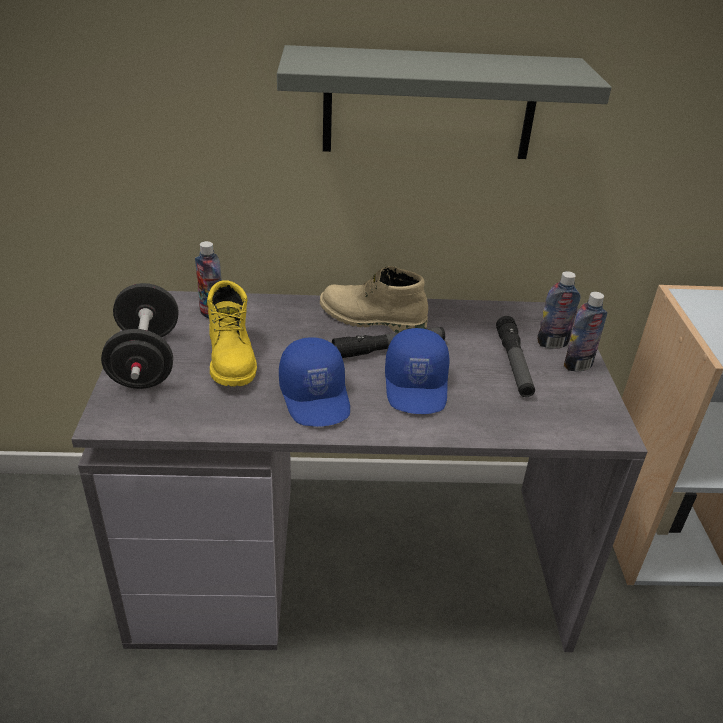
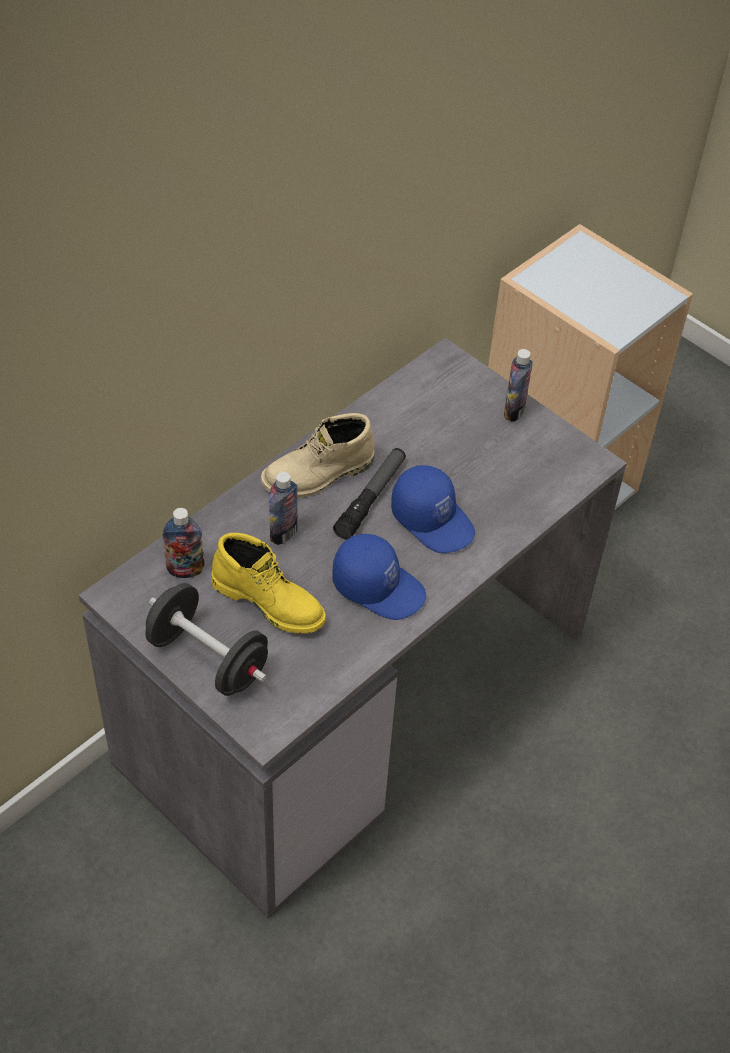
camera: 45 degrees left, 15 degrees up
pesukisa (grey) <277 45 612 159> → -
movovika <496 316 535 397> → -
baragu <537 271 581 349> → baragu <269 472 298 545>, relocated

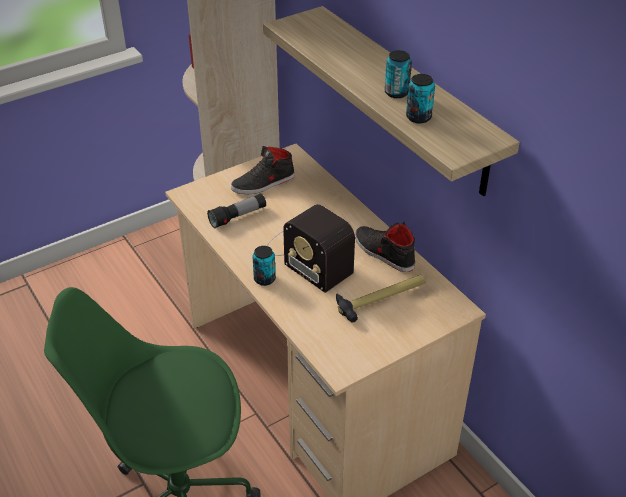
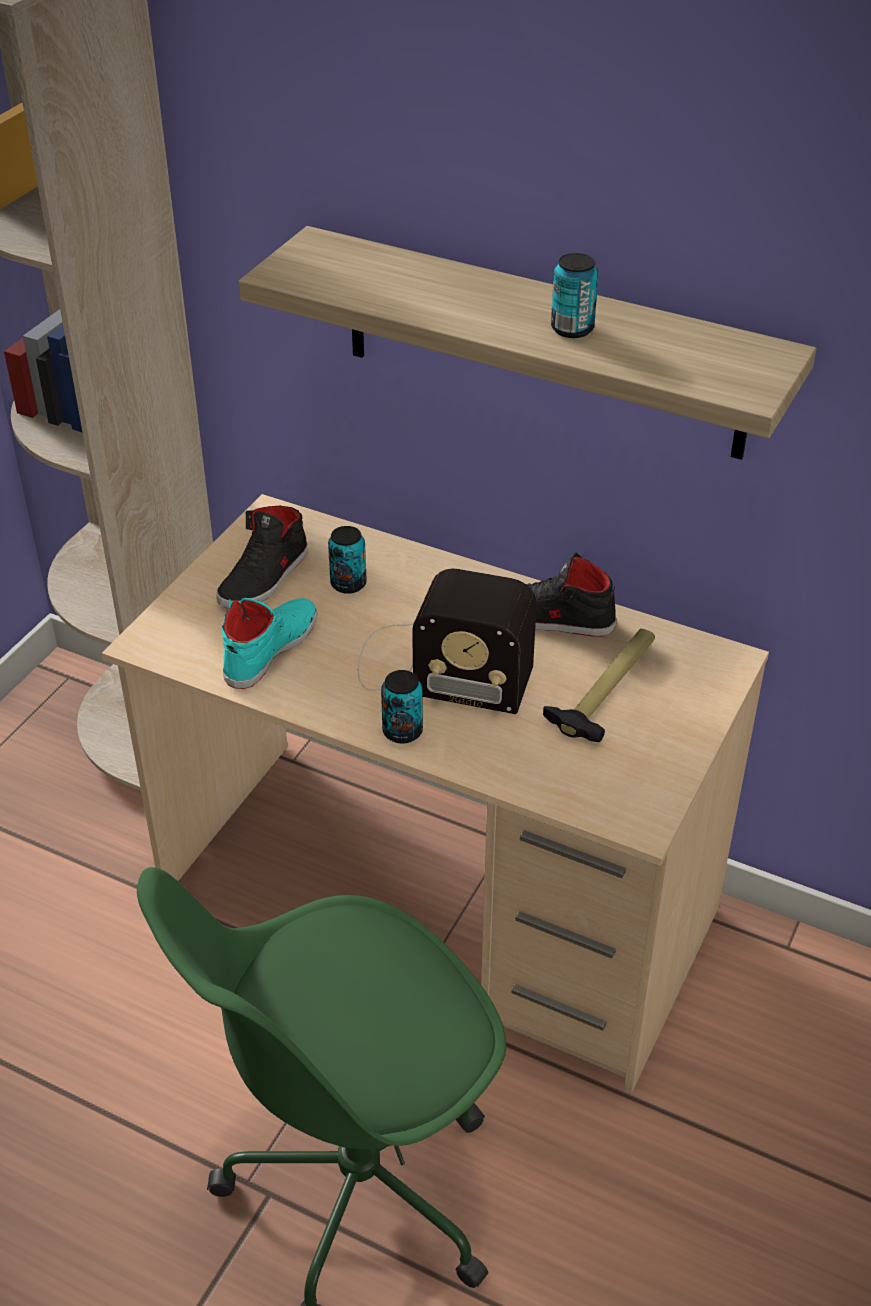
camera: 30 degrees left, 0 degrees up
movovika <207 193 266 229> → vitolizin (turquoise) <222 598 317 689>
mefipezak <406 74 435 123> → mefipezak <328 526 367 594>, relocated

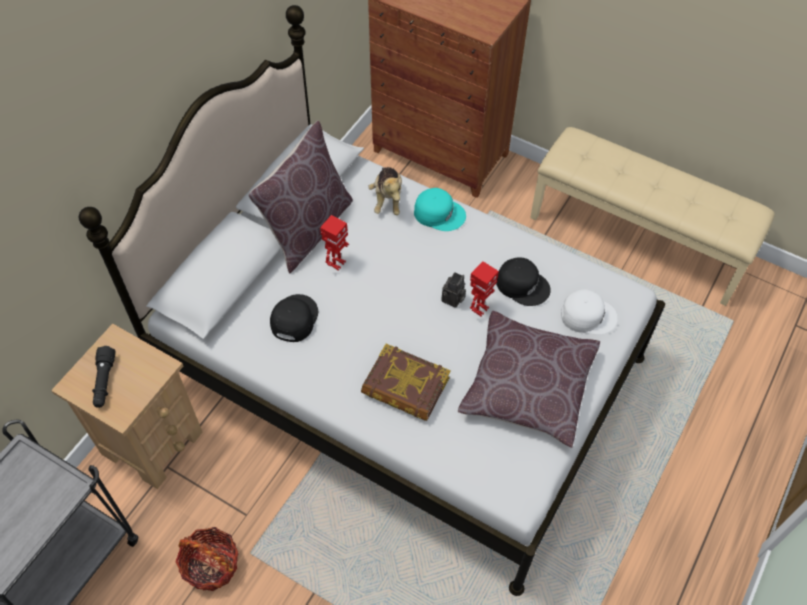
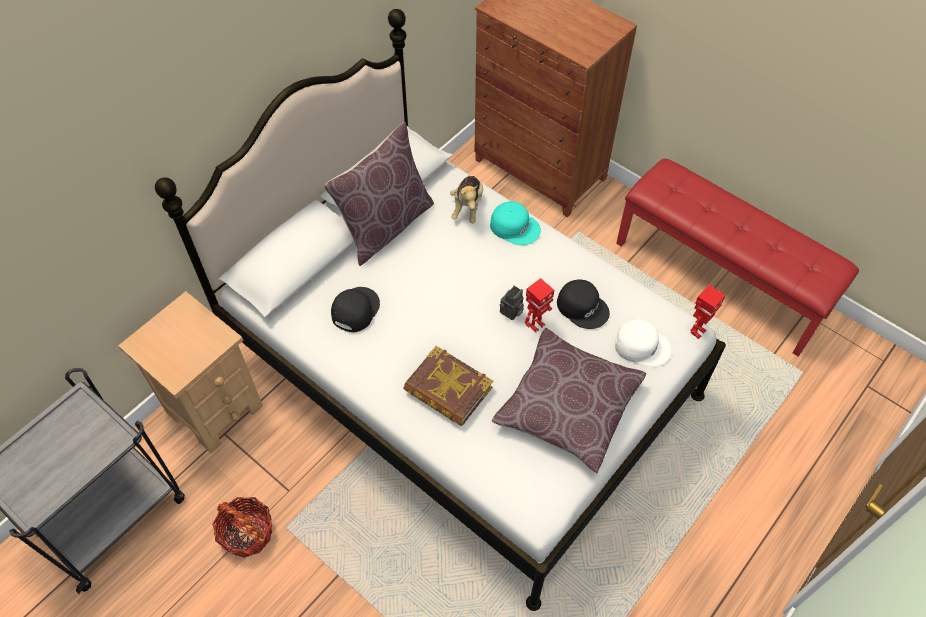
camera: 10 degrees right, 0 degrees up
movovika (black) <92 346 115 408> → -
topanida <320 215 349 271> → topanida <690 285 726 339>, relocated
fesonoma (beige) <530 127 775 306> → fesonoma (red) <616 159 859 356>

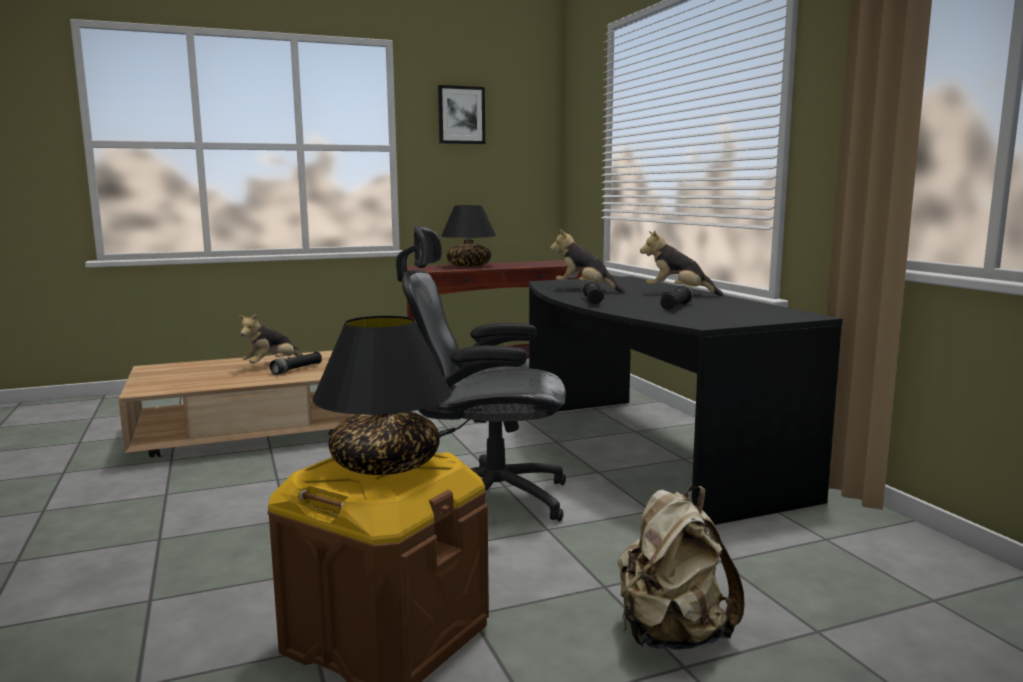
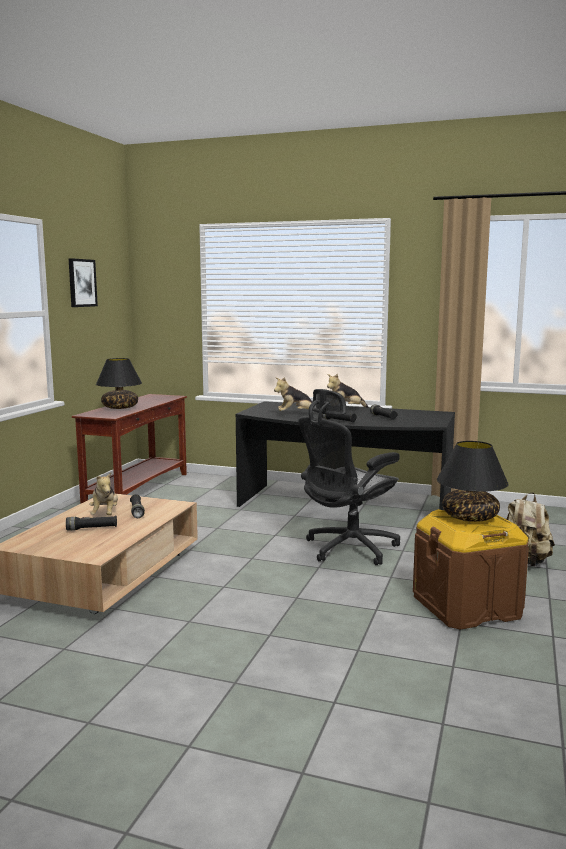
camera: 50 degrees left, 0 degrees up
- → movovika (black) <66 516 117 531>

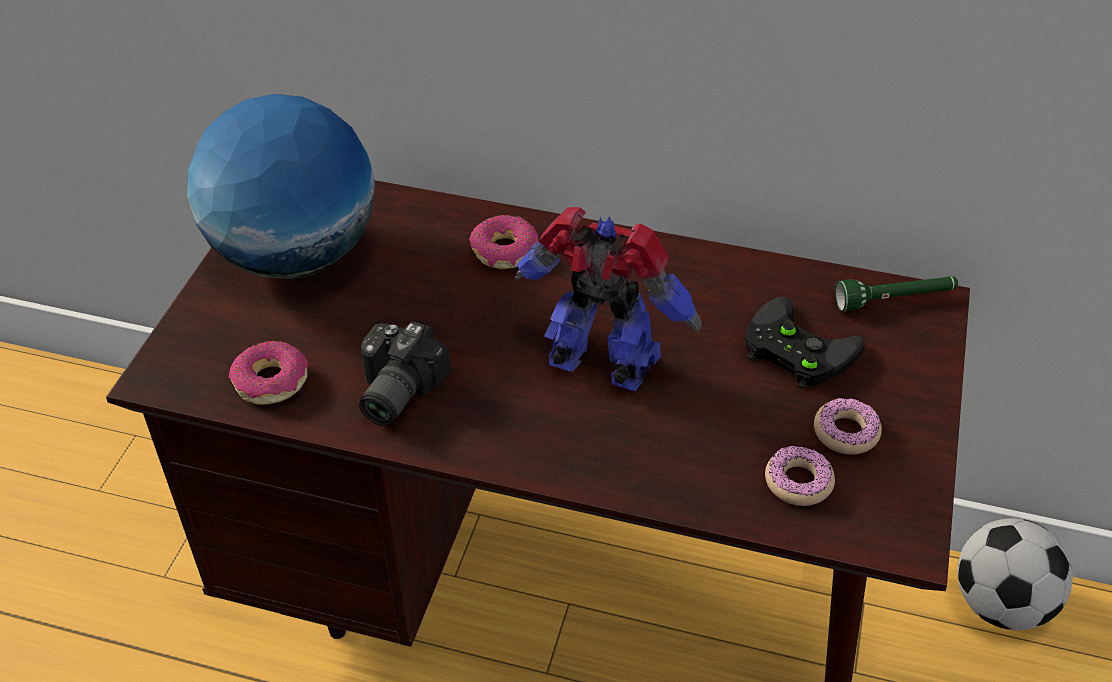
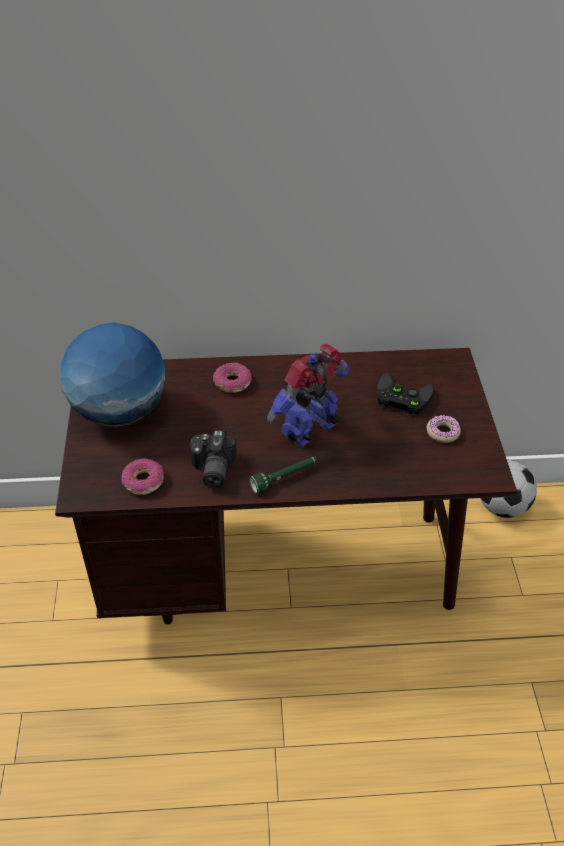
camera: 20 degrees left, 0 degrees up
topanida <515 207 702 391> → topanida <267 344 350 447>, 45 degrees counterclockwise
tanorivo <765 446 835 506> → -
movovika (green) <835 276 958 311> → movovika (green) <249 456 317 493>, relocated

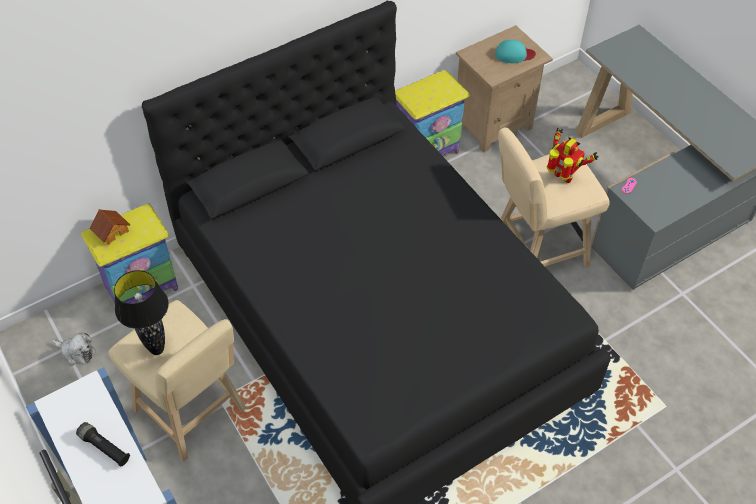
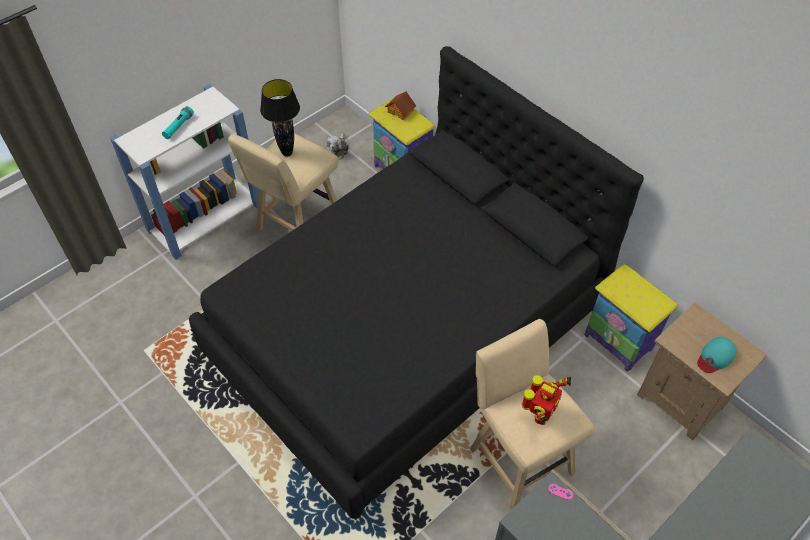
camera: 80 degrees right, 0 degrees up
movovika (black) <76 422 130 467> → movovika (turquoise) <162 106 194 139>
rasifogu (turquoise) <495 40 536 63> → rasifogu (turquoise) <697 337 737 373>, 60 degrees clockwise

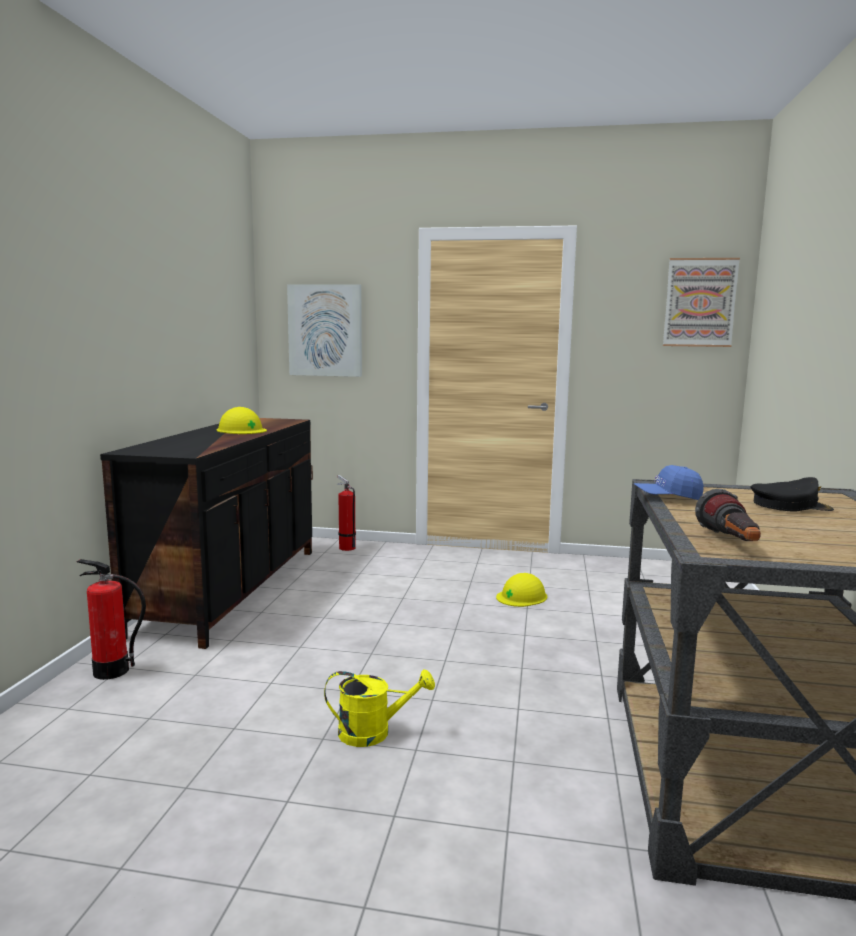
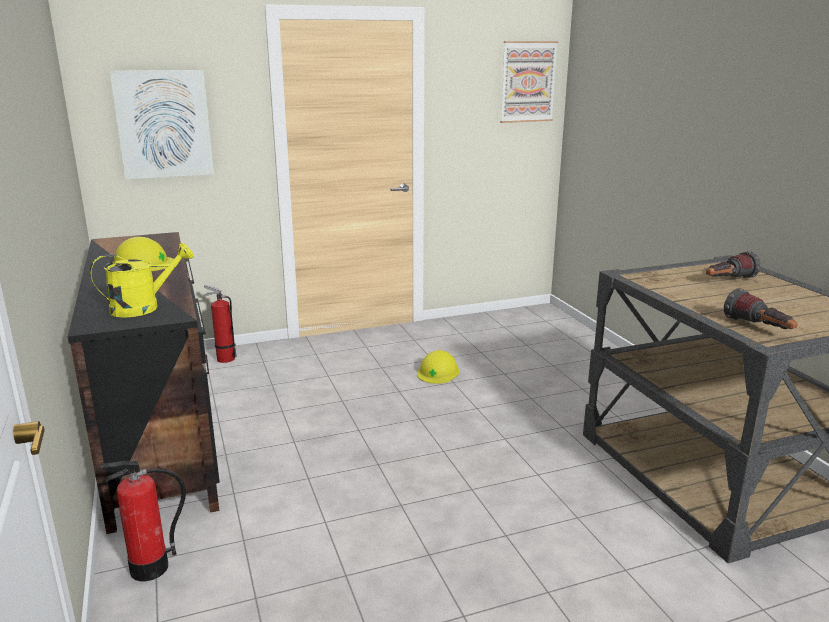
camera: 30 degrees left, 10 degrees up
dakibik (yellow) <324 669 435 747> → dakibik (yellow) <90 243 194 318>, relocated
rasifogu (blue) <634 465 704 500> → -
rasifogu (black) <751 477 834 512> → movovika <706 251 761 278>

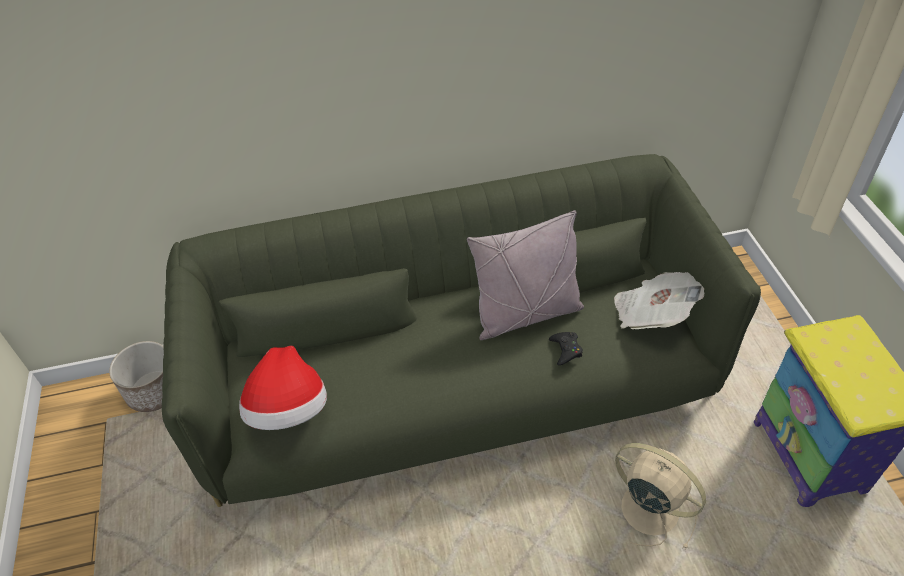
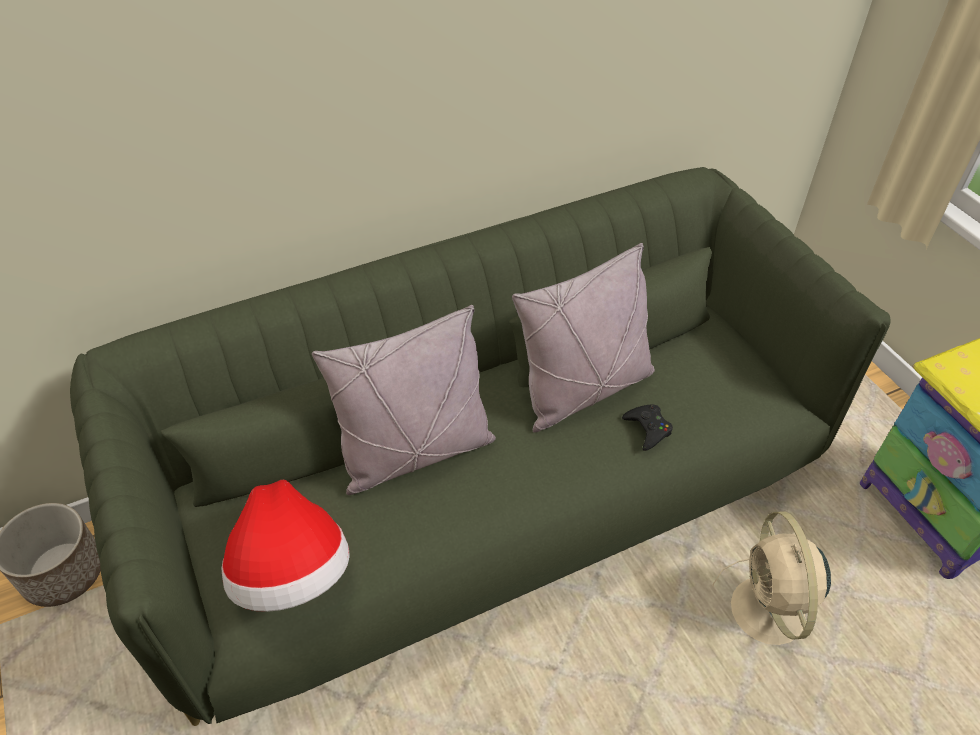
camera: 15 degrees left, 0 degrees up
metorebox <614 272 704 329> → -
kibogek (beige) <615 443 706 550> → kibogek (beige) <712 511 831 645>, 120 degrees counterclockwise
- → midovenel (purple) <312 305 496 495>

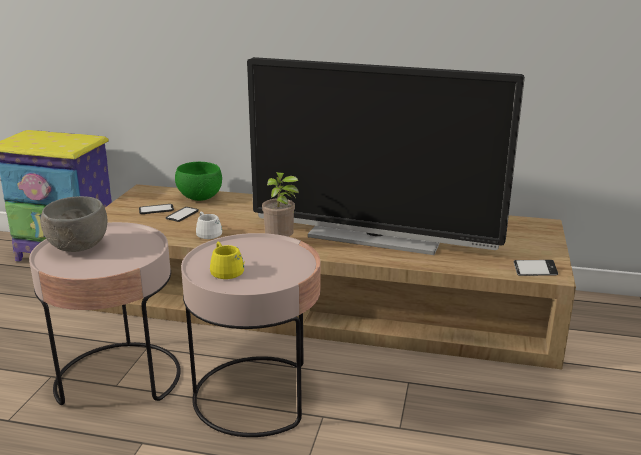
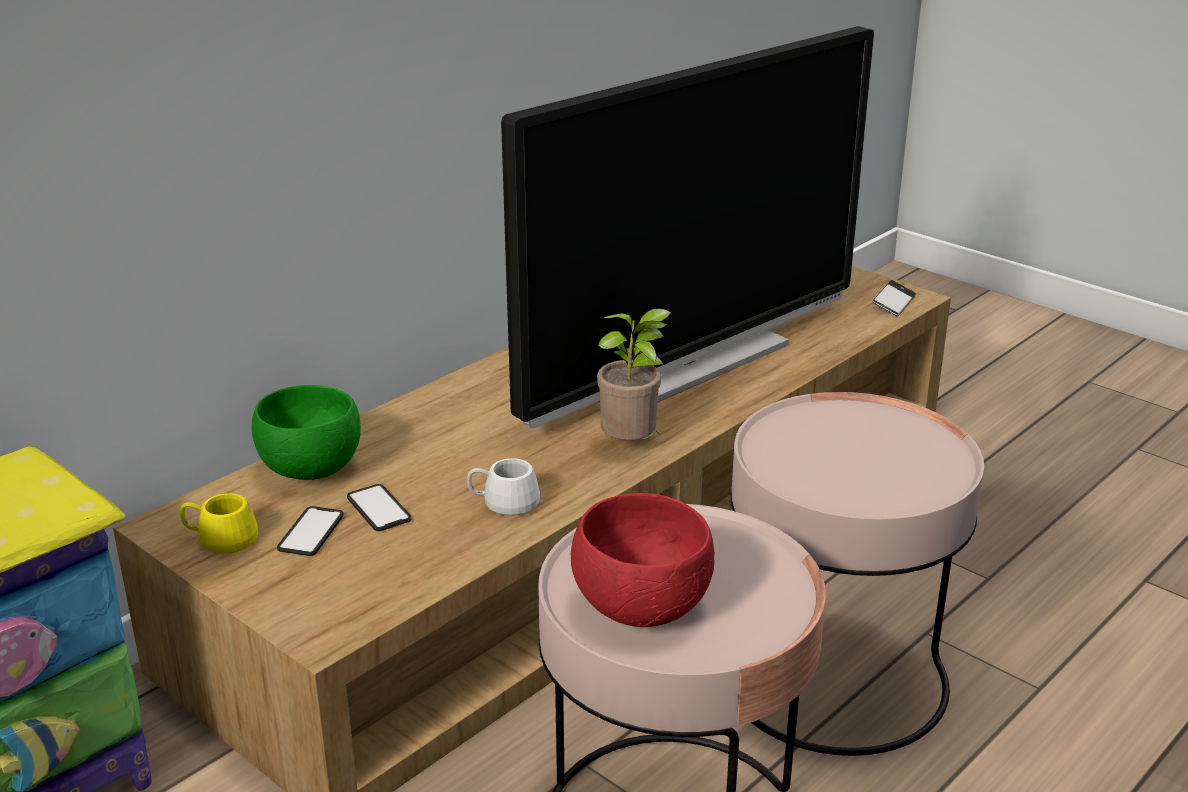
camera: 60 degrees left, 5 degrees up
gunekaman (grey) <40 196 107 252> → gunekaman (red) <571 493 714 627>
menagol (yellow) <210 242 245 279> → menagol (yellow) <180 493 258 554>, relocated

